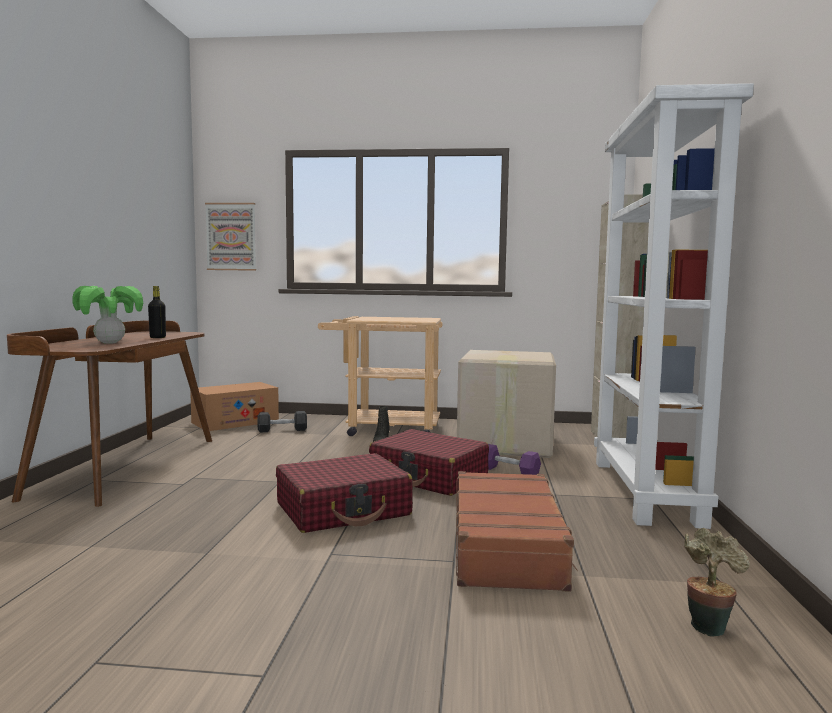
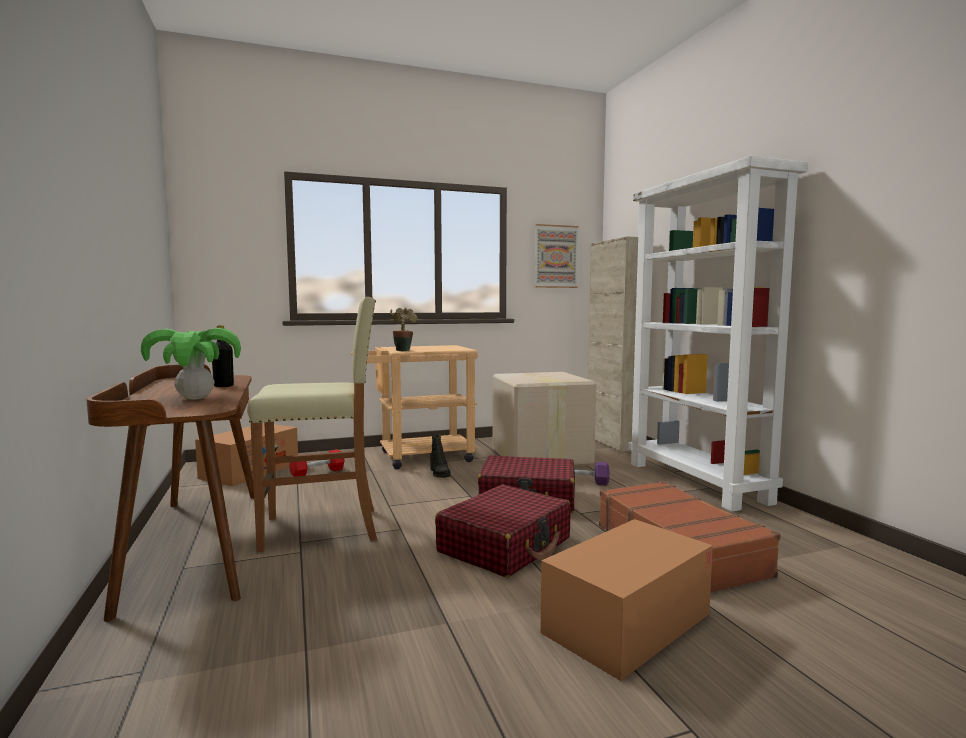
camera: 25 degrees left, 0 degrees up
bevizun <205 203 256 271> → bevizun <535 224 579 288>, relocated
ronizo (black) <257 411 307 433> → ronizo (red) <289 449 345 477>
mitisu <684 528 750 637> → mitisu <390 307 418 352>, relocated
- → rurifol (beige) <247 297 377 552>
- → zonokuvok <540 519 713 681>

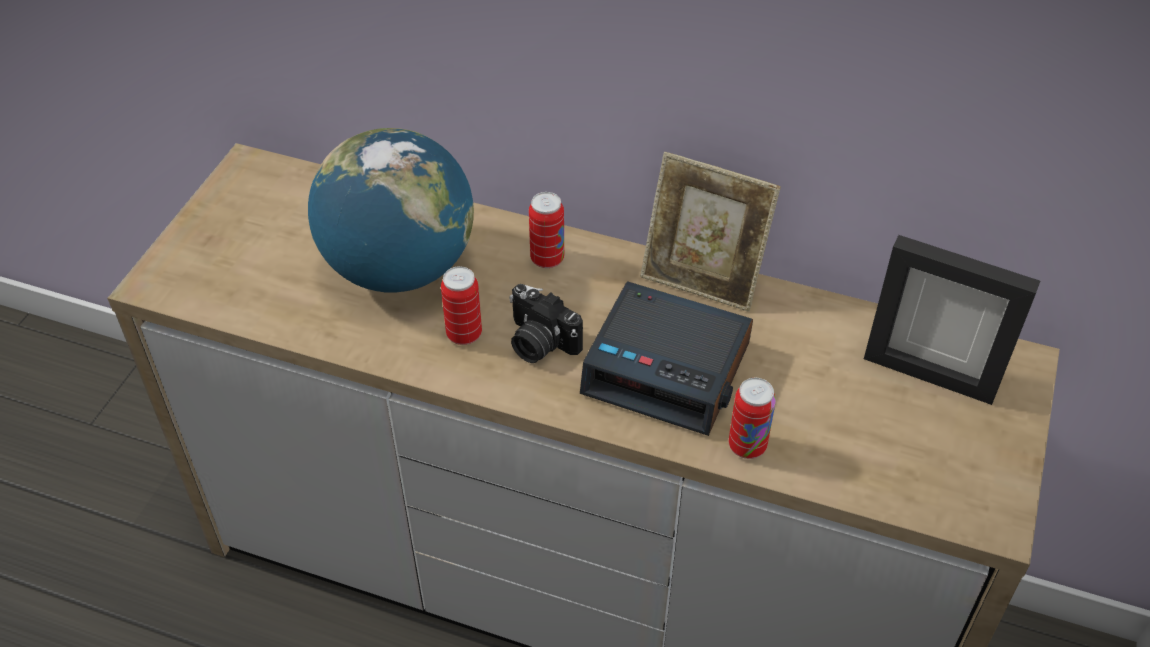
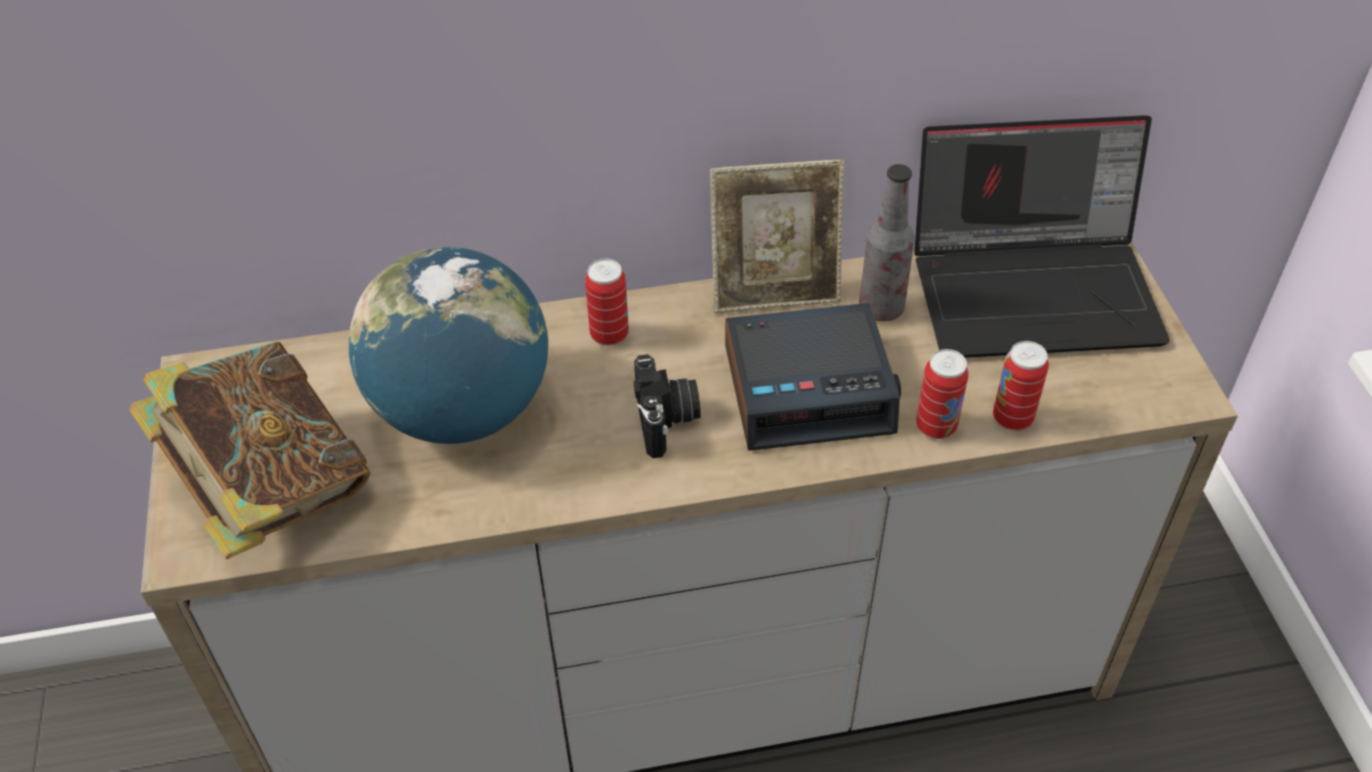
camera: 30 degrees left, 0 degrees up
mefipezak <441 266 482 345> → mefipezak <993 341 1049 431>, relocated
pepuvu <509 284 583 363> → pepuvu <634 354 701 458>, 105 degrees counterclockwise
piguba <864 235 1040 405> → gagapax <914 115 1170 358>
- → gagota <129 342 370 559>
- → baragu <859 164 915 321>

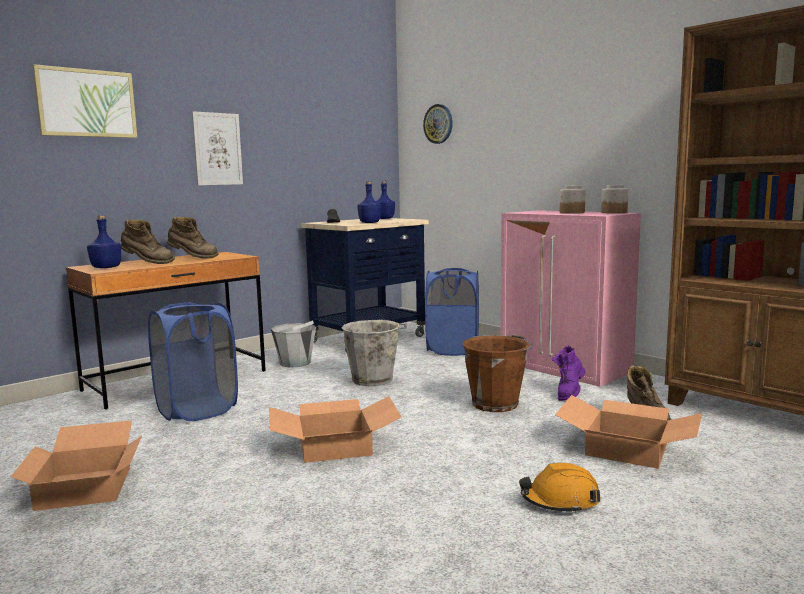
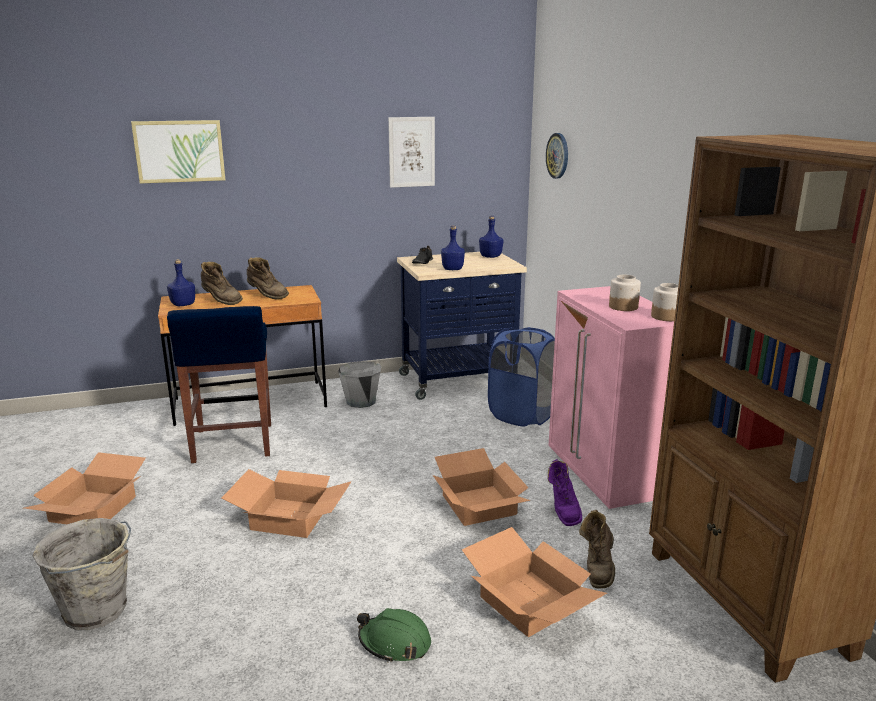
camera: 25 degrees right, 10 degrees up
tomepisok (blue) <148 302 238 421> → rurifol (blue) <167 306 271 463>
bevizun <192 111 243 185> → bevizun <388 117 435 188>, relocated
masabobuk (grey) <342 319 407 386> → masabobuk (grey) <33 518 131 630>, relocated
masabobuk (brown) <462 334 533 412> → zonokuvok <433 448 531 526>
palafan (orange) <519 463 600 514> → palafan (green) <357 608 431 663>
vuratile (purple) <552 345 586 401> → vuratile (purple) <548 459 582 526>, 60 degrees counterclockwise

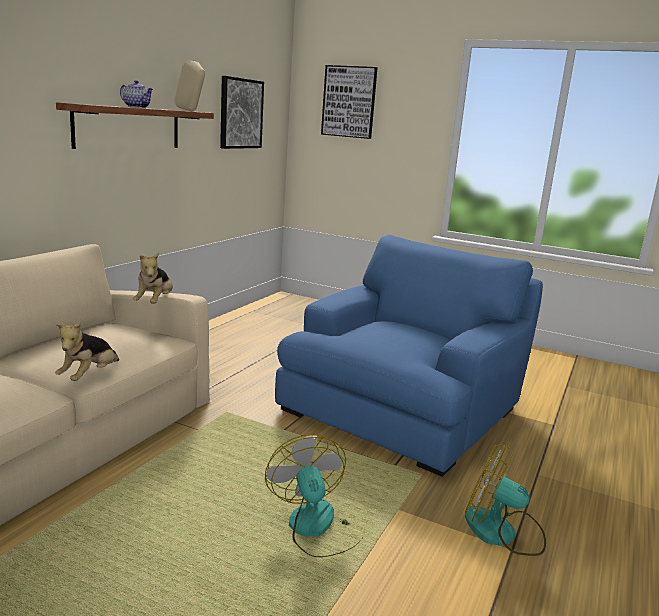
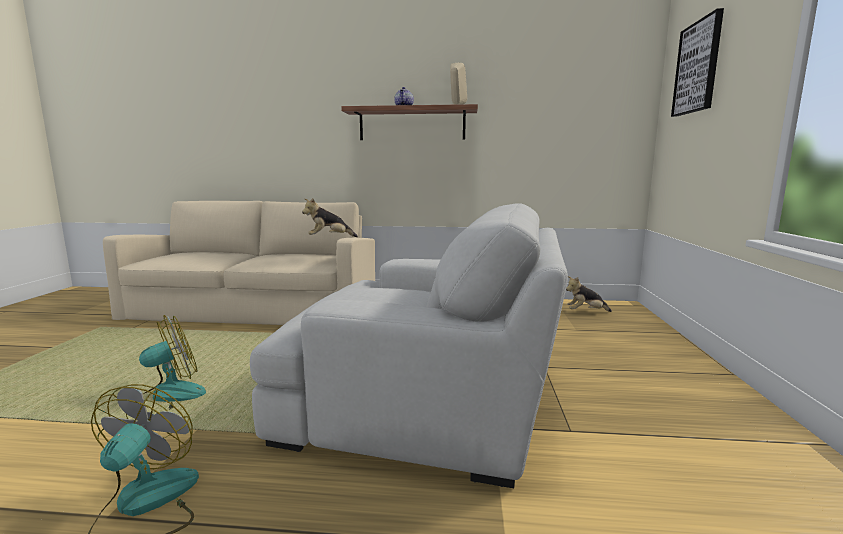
camera: 70 degrees right, 5 degrees down
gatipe <55 322 119 381> → gatipe <566 276 612 312>, relocated
bevizun <220 76 264 149> → -
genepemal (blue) <275 235 543 477> → genepemal (white) <250 203 568 488>

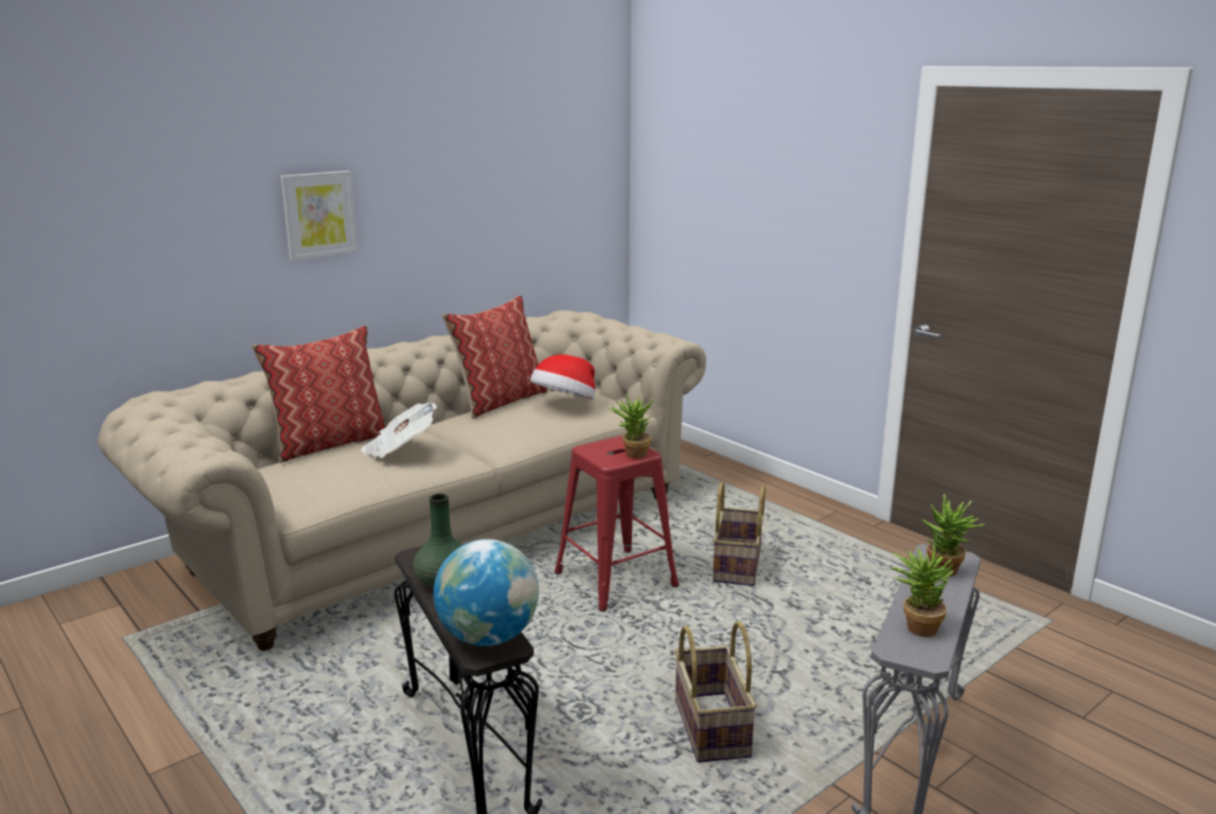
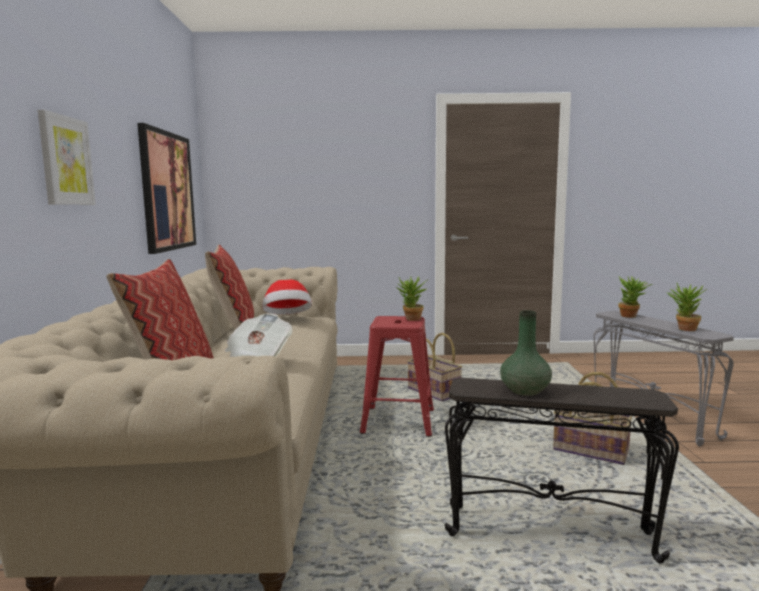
camera: 50 degrees left, 10 degrees down
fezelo <433 539 539 646> → -
- → bevizun <137 123 196 254>

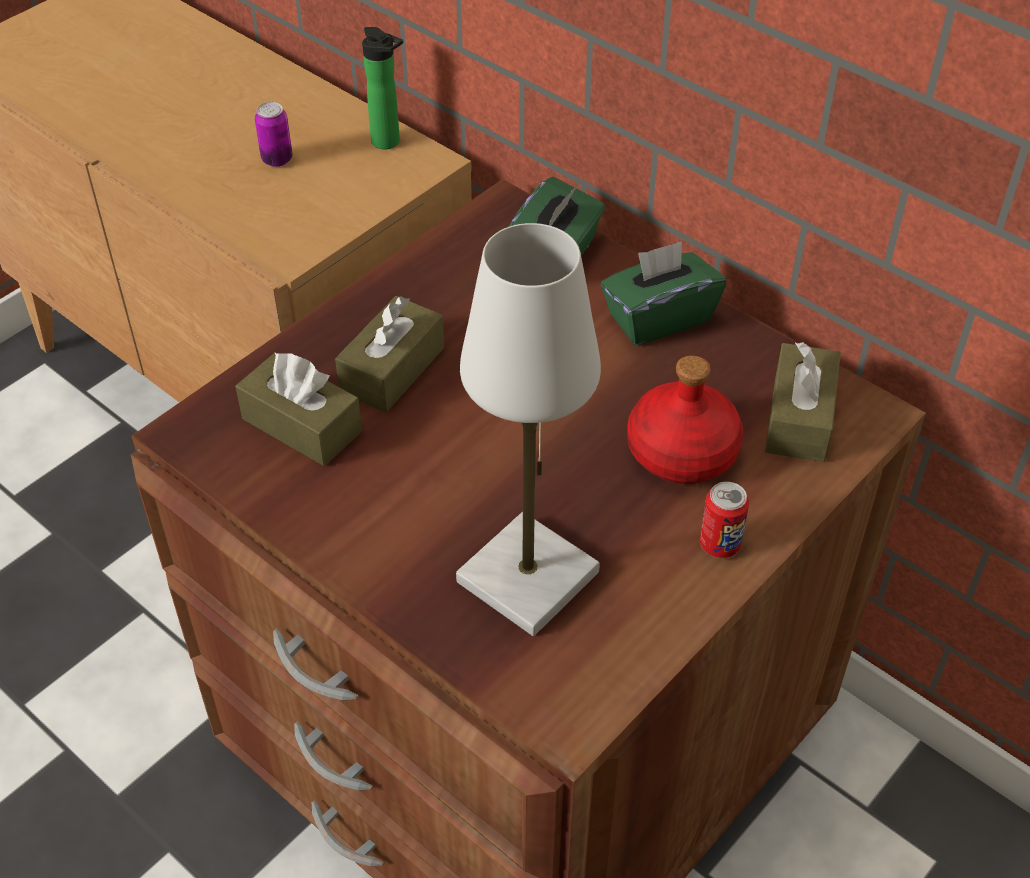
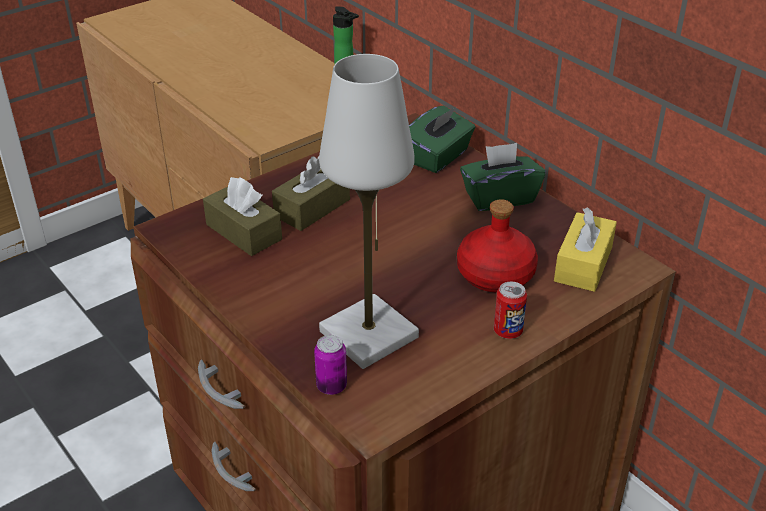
camera: 10 degrees right, 10 degrees down
mefipezak <255 102 293 167> → mefipezak <314 335 347 395>, relocated
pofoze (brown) <765 342 841 462> → pofoze (yellow) <554 207 617 292>

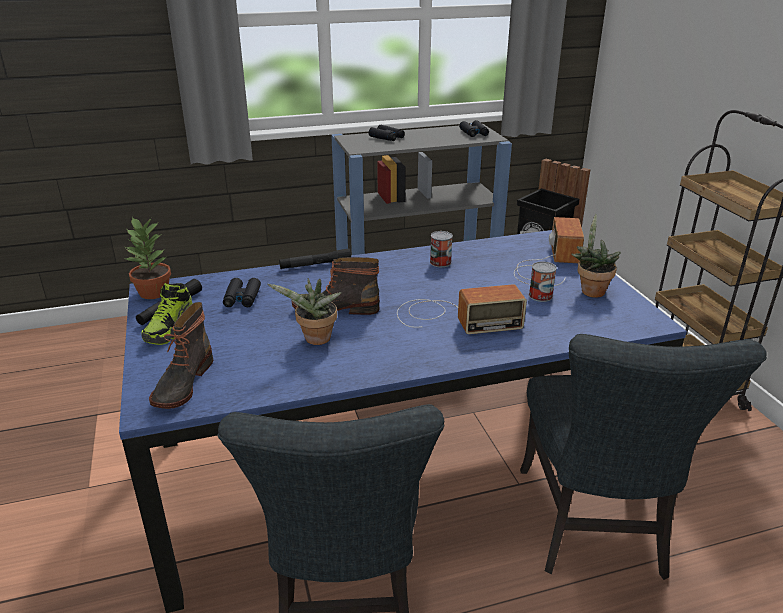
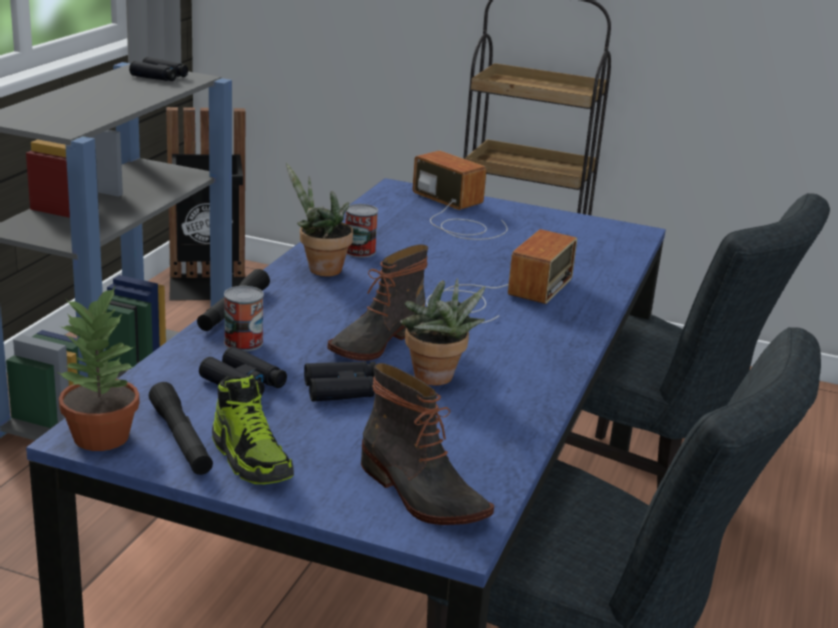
camera: 55 degrees left, 5 degrees down
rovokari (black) <369 125 405 141> → rovokari (black) <304 361 376 402>, relocated
mefipezak <529 262 557 302> → mefipezak <224 286 264 351>, relocated
mitisu <571 214 621 298> → mitisu <286 162 353 277>, relocated

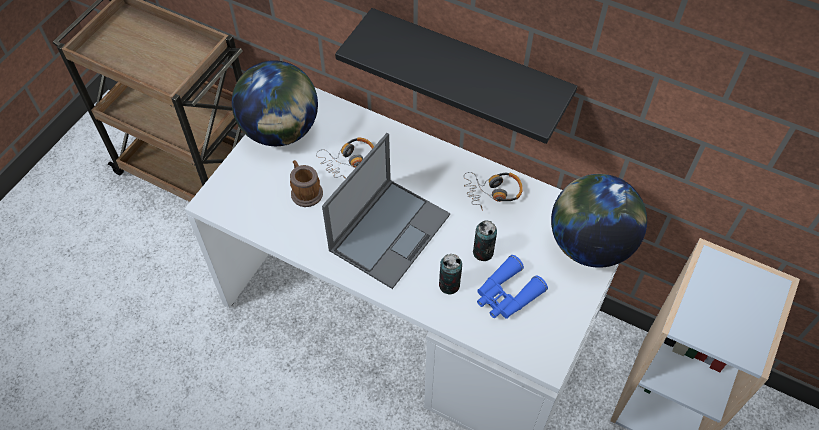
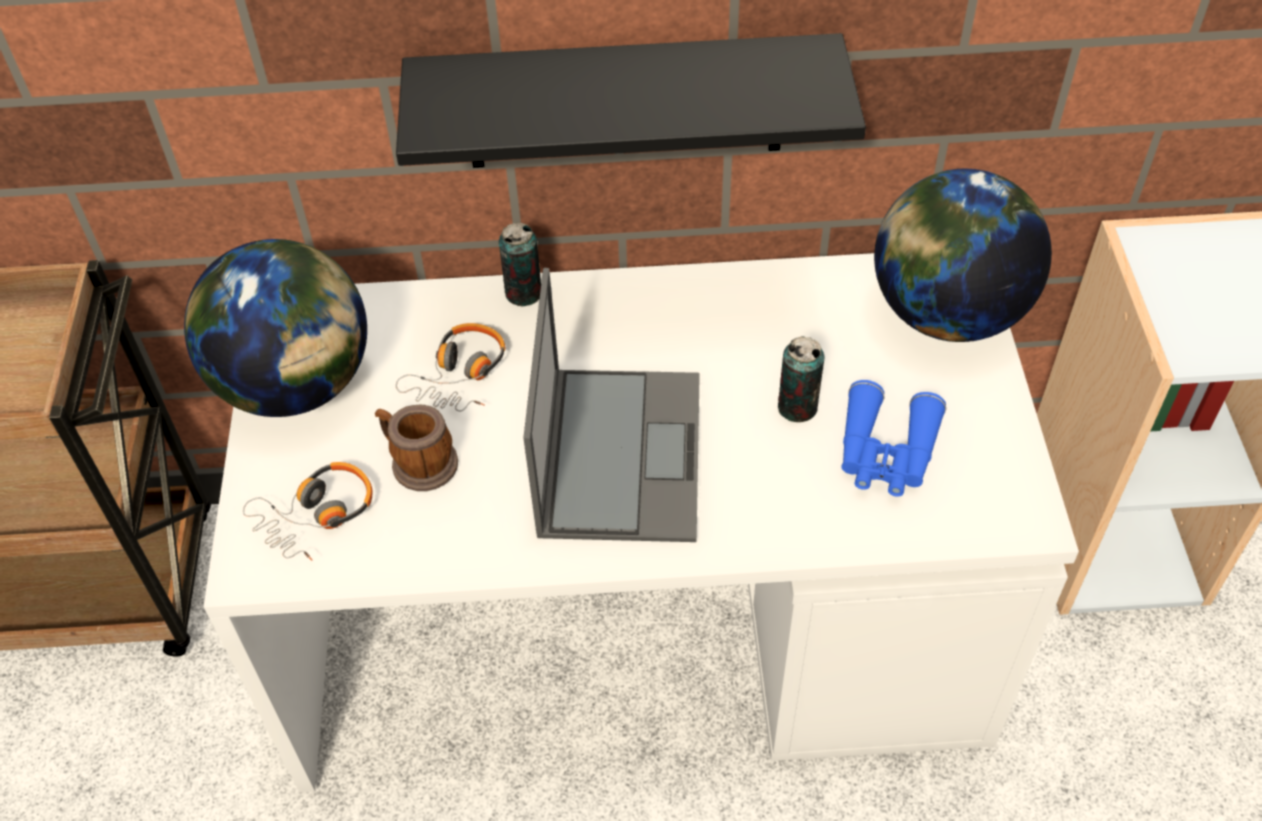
camera: 30 degrees left, 5 degrees down
mefipezak <439 254 462 295> → mefipezak <499 223 541 306>, relocated
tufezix <464 172 523 211> → tufezix <243 462 373 561>, relocated

